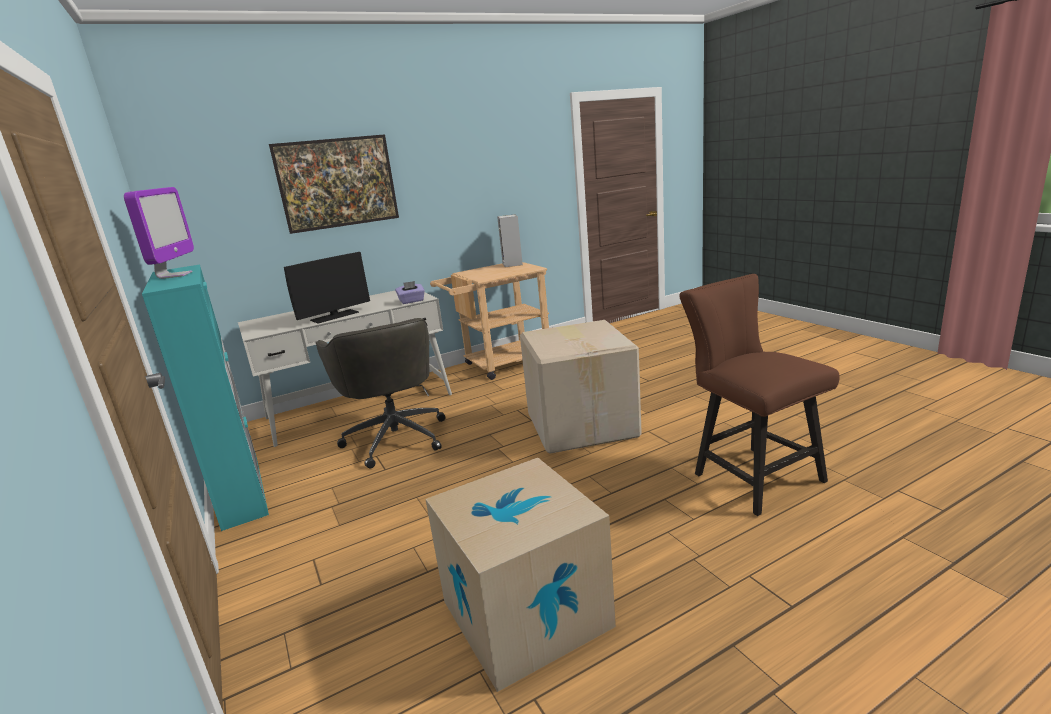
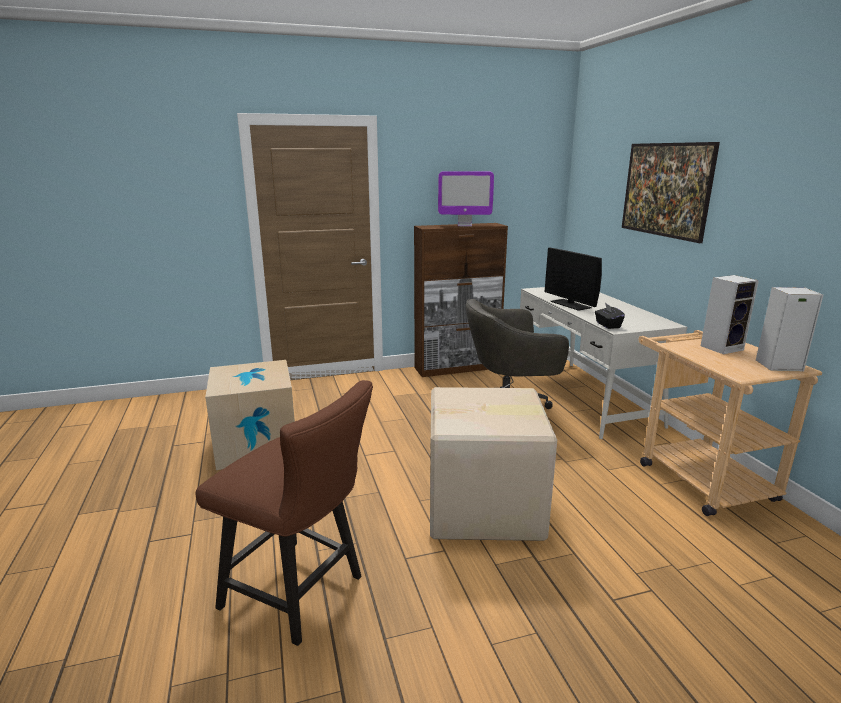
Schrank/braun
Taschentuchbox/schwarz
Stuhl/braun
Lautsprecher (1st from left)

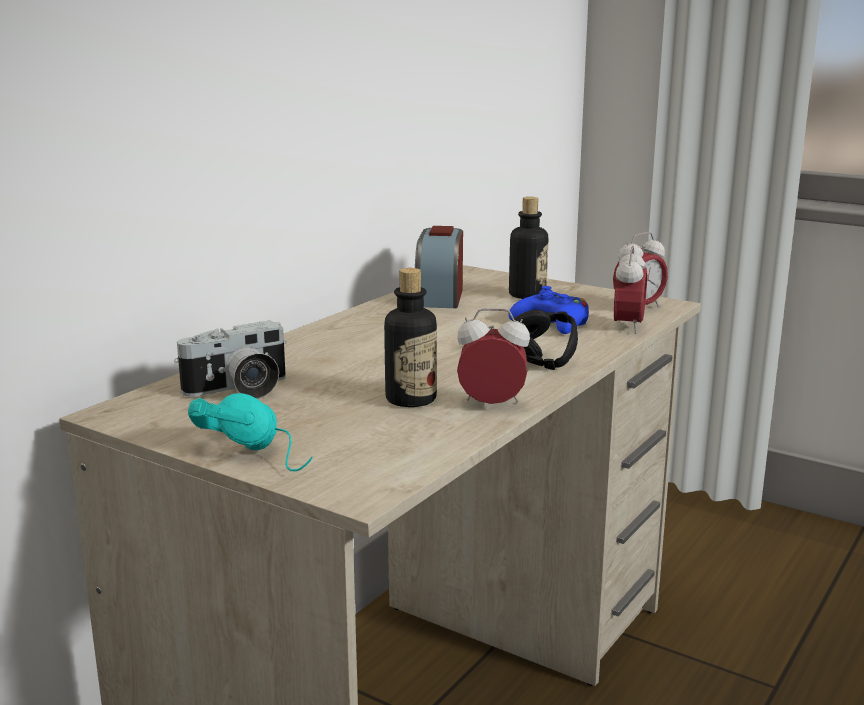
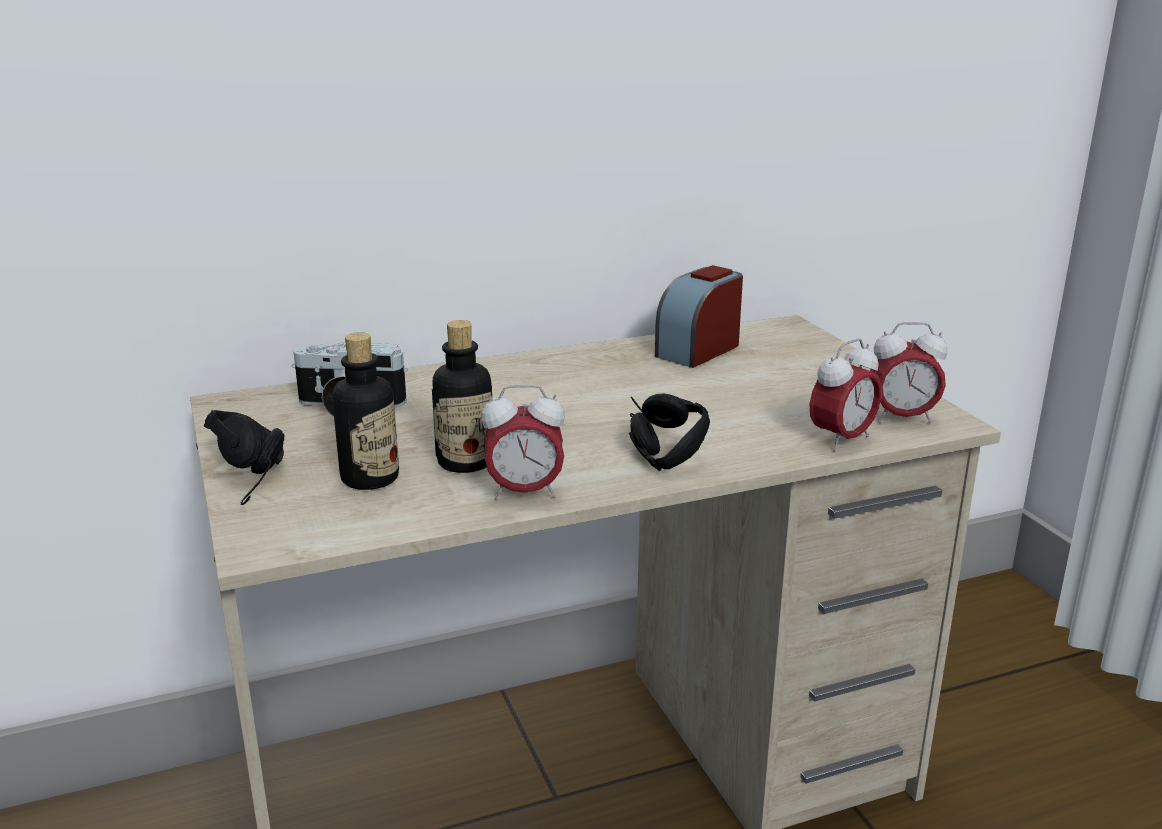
Kopfhörer/schwarz (1st from left)
Wecker (1st from left)
Flasche (1st from left)
Gamepad/blau

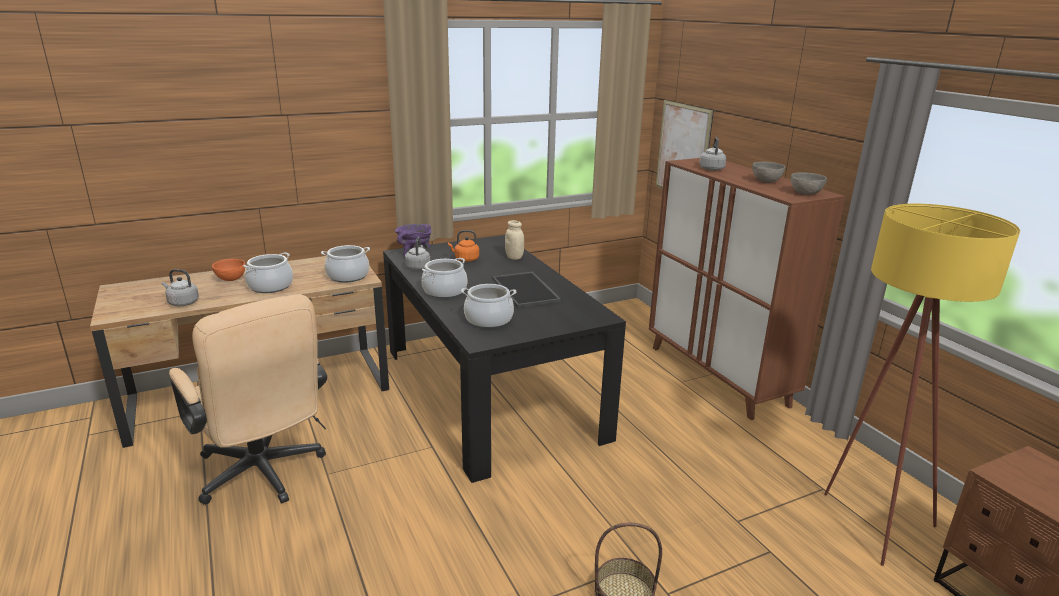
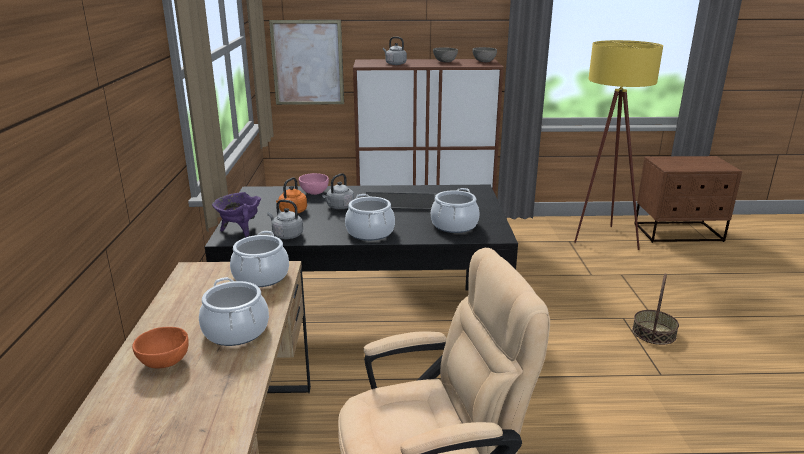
Wasserkessel/grau (2nd from left)
Schüssel/rosa

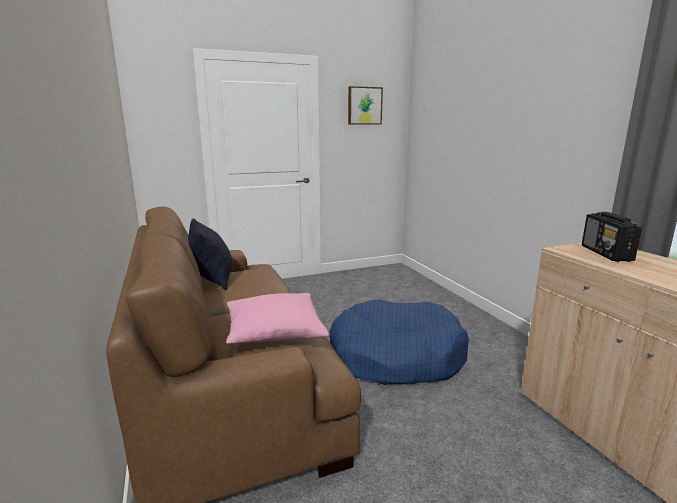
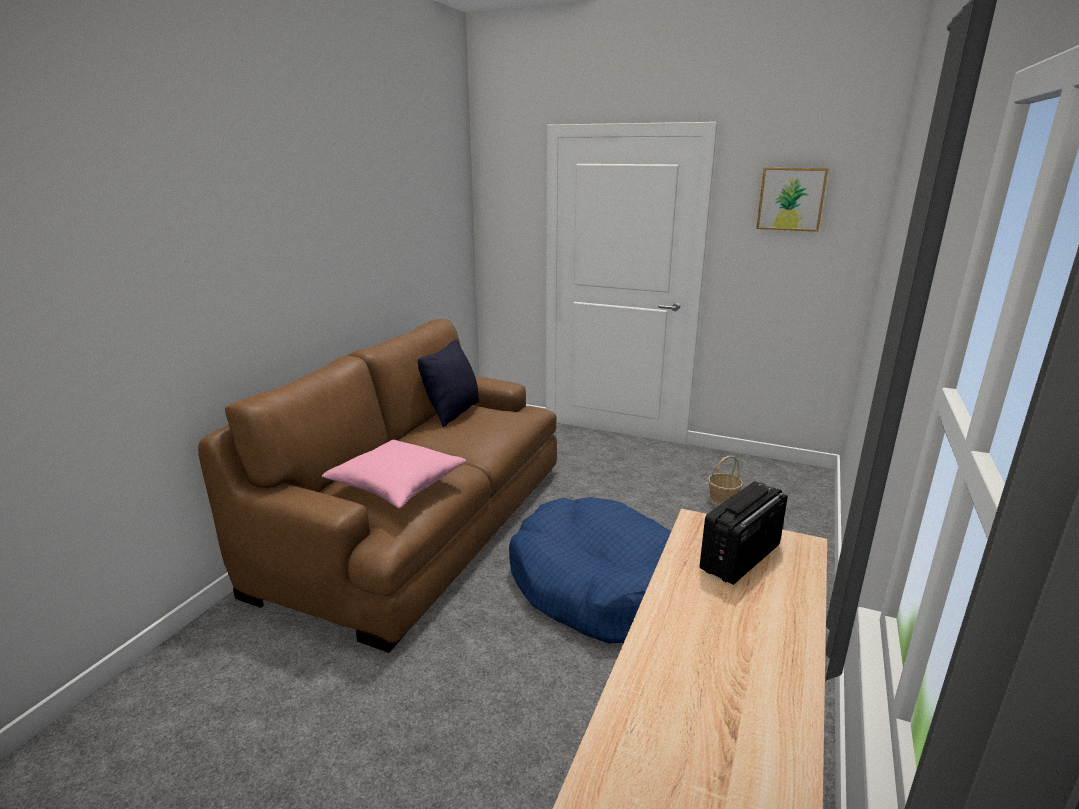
Korb

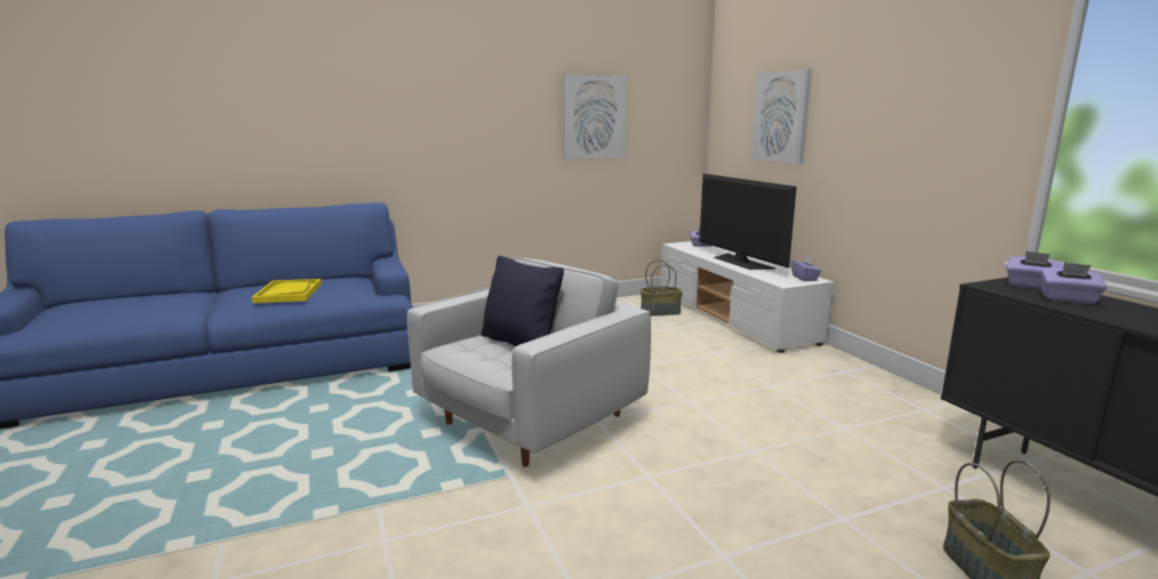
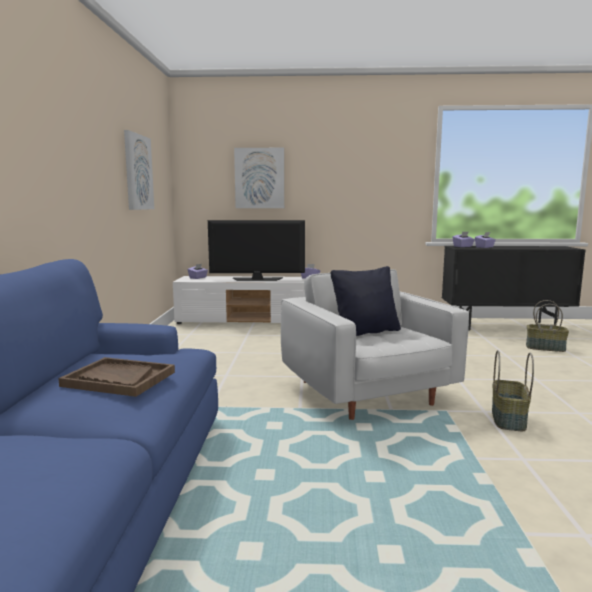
Tablett/braun
Korb (1st from left)

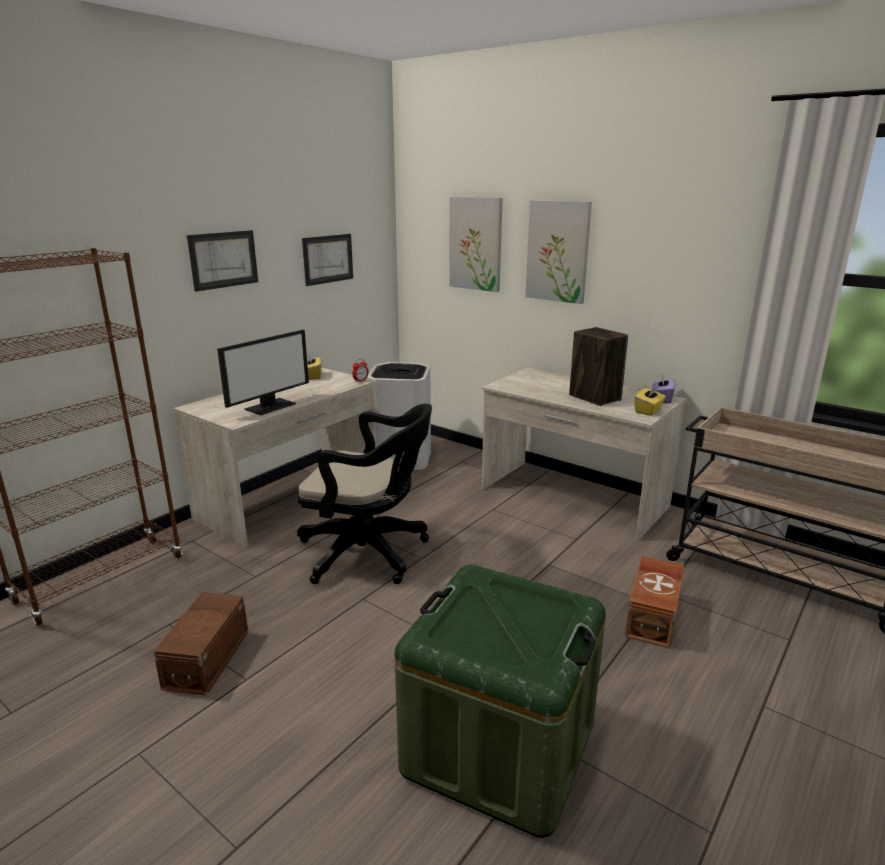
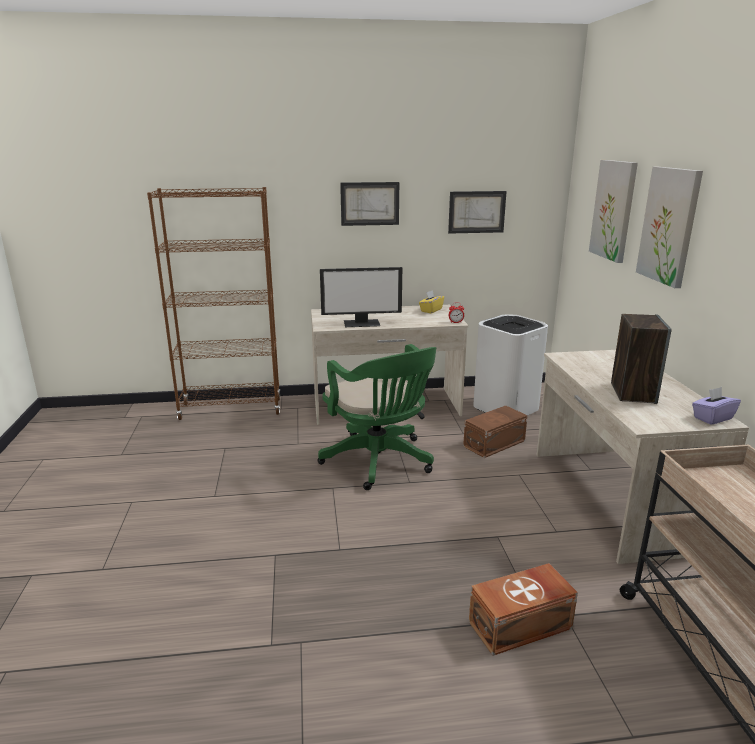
Aufbewahrungsbox/braun (1st from left)
Bürostuhl/grün
Aufbewahrungsbox/grün
Taschentuchbox/gelb (2nd from left in the first image)

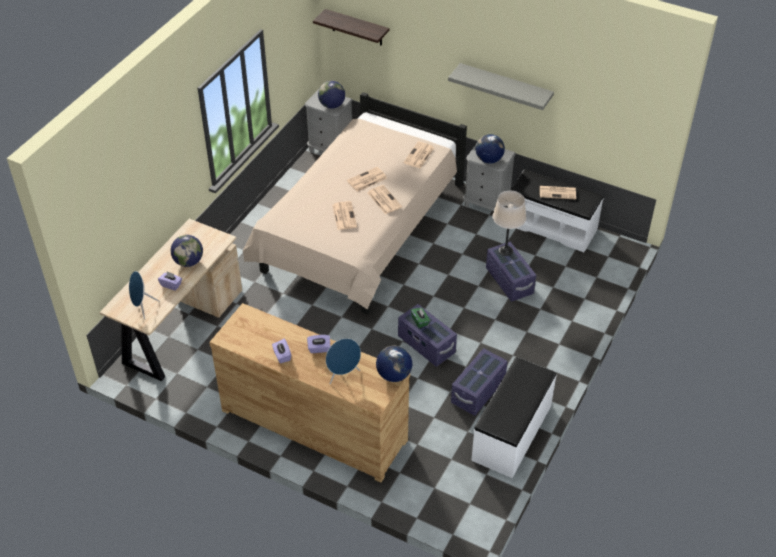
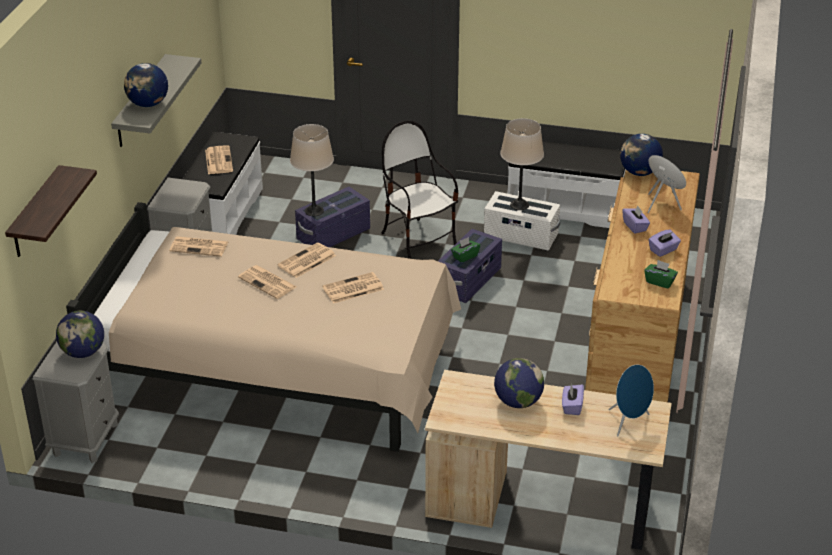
Aufbewahrungsbox/weiß
Globus (2nd from left)
Stuhl
Tischlampe/beige (2nd from left)
Taschentuchbox/grün (2nd from left)

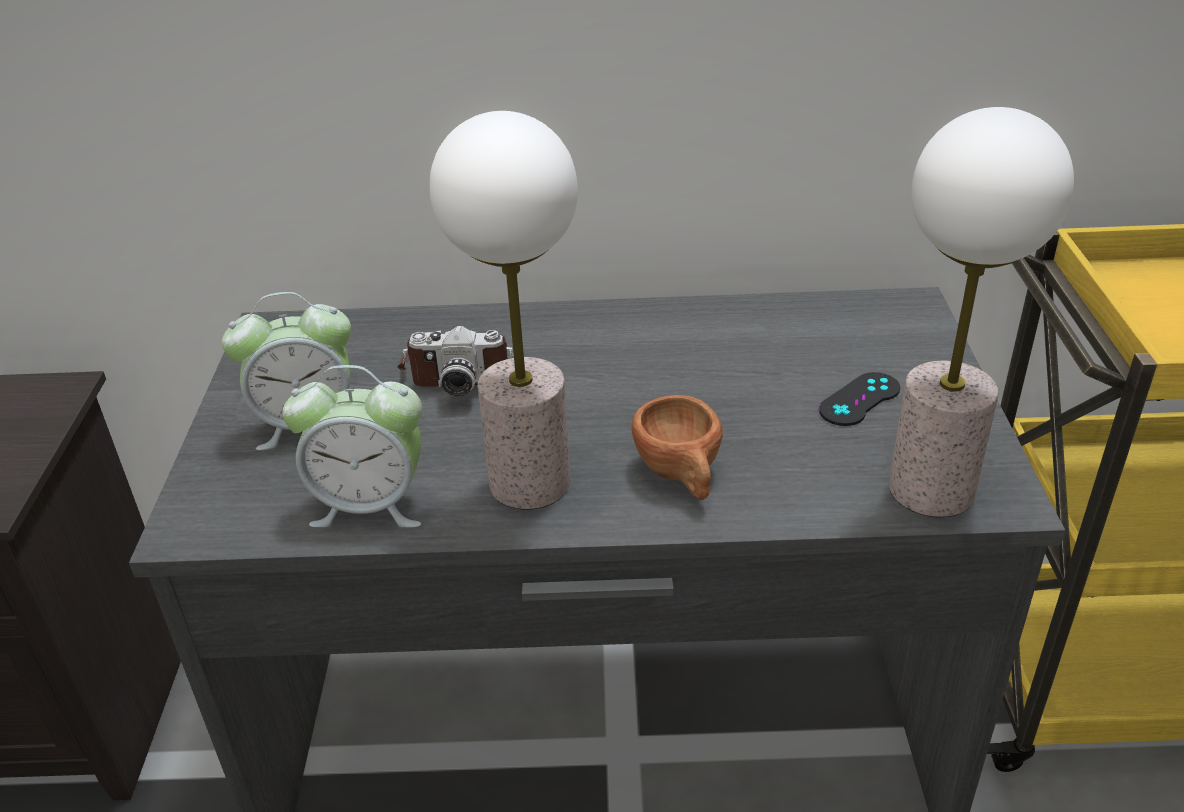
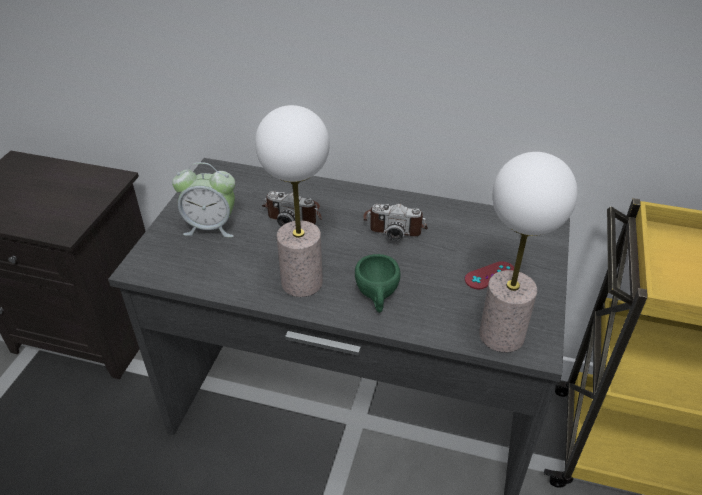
Wecker (2nd from left in the first image)
Tasse/grün
Gamepad/rot
Kamera (2nd from left)

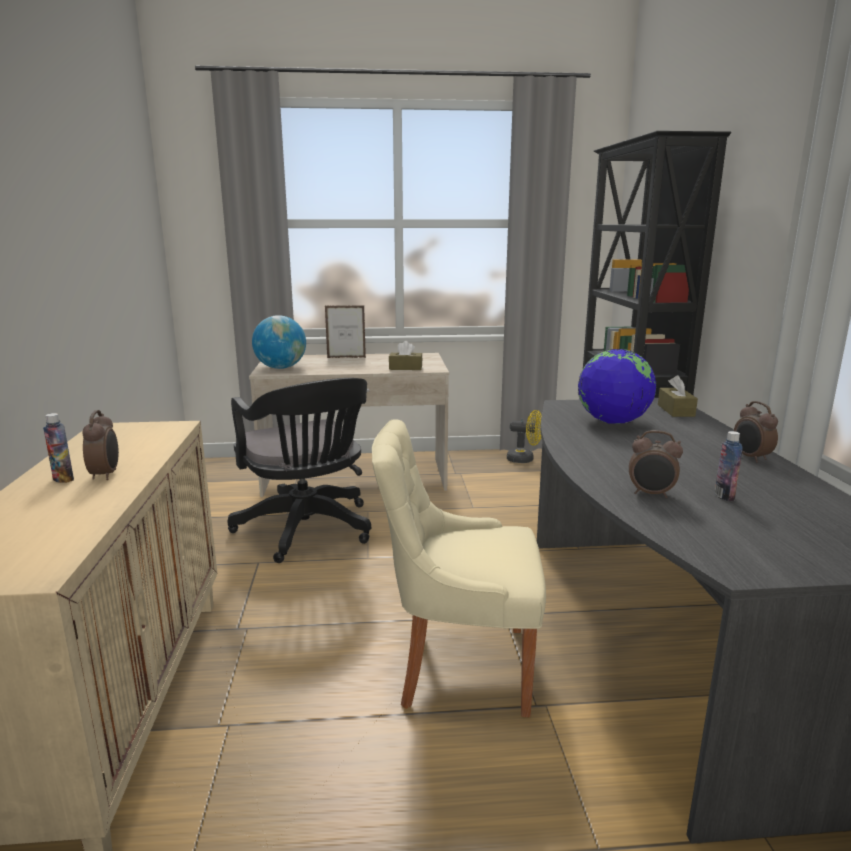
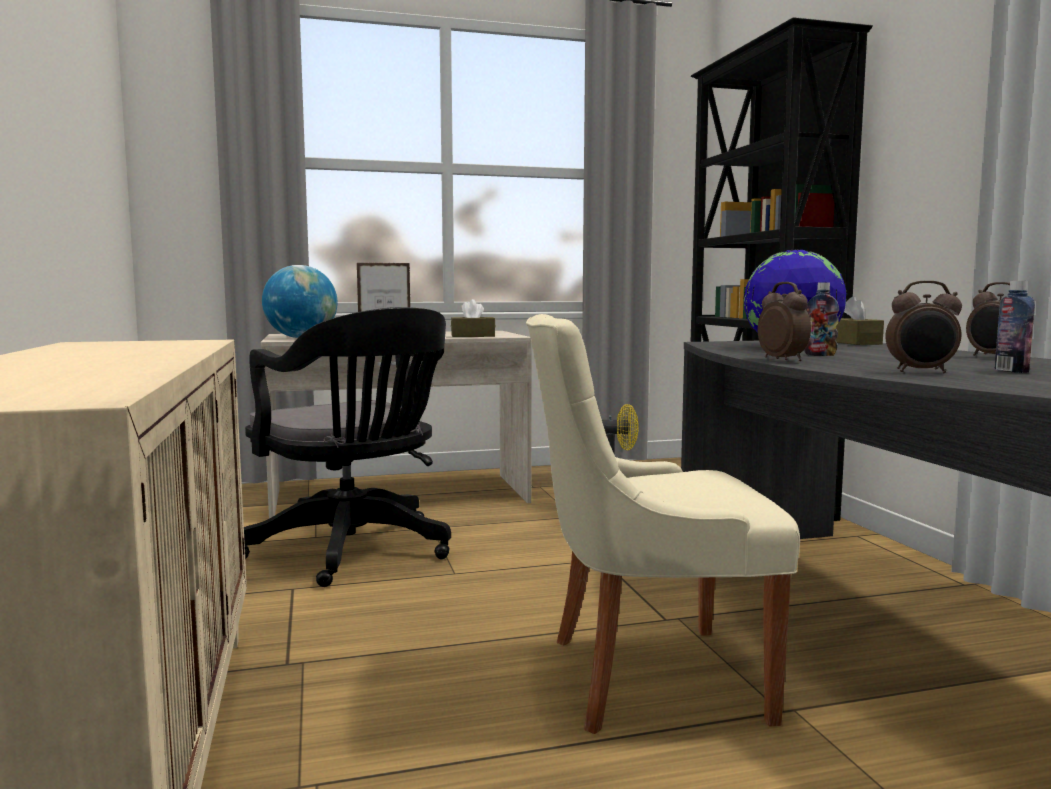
Flasche (1st from left)
Wecker (1st from left)

